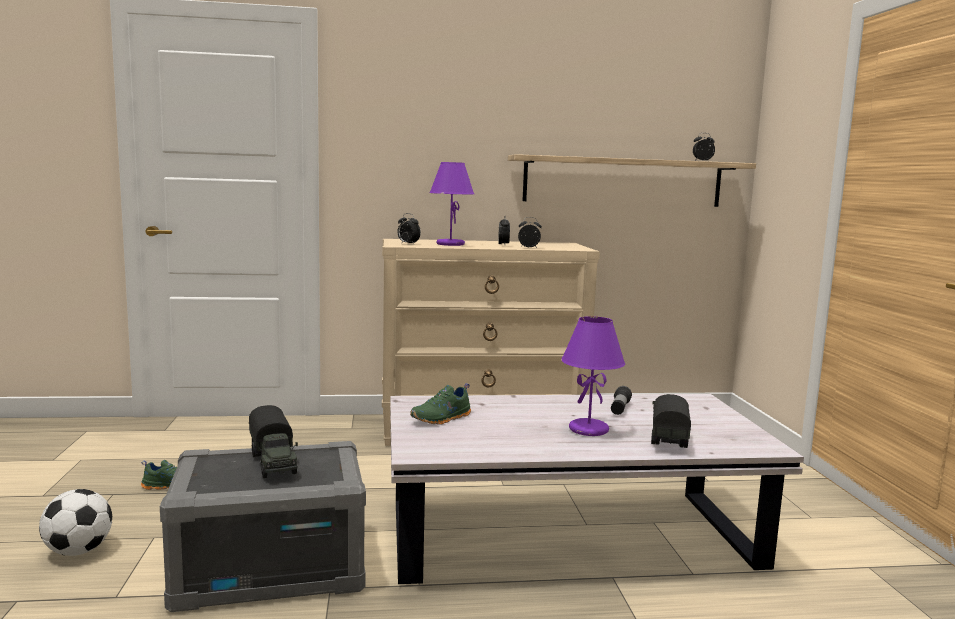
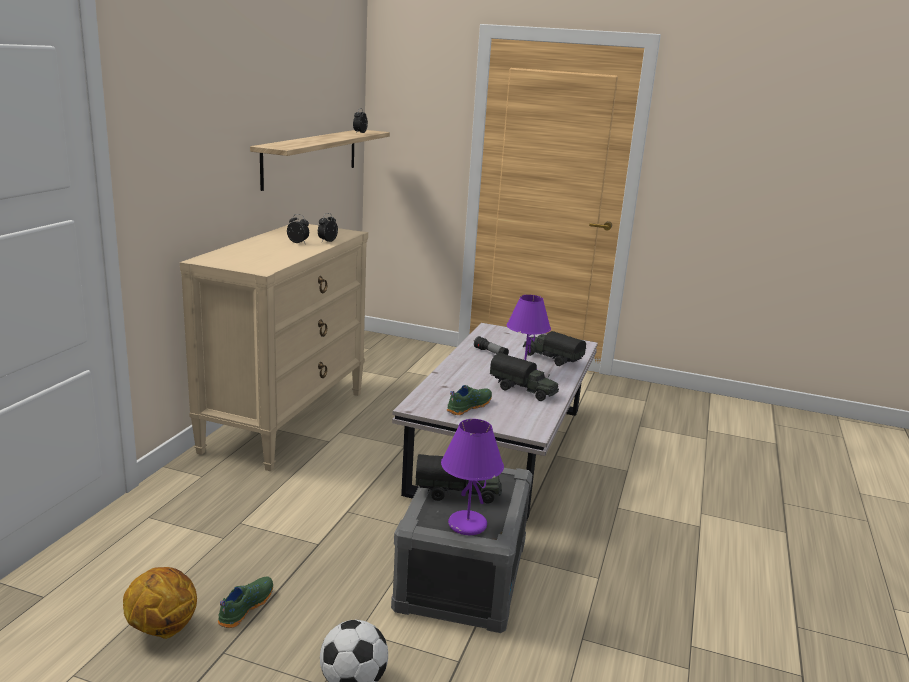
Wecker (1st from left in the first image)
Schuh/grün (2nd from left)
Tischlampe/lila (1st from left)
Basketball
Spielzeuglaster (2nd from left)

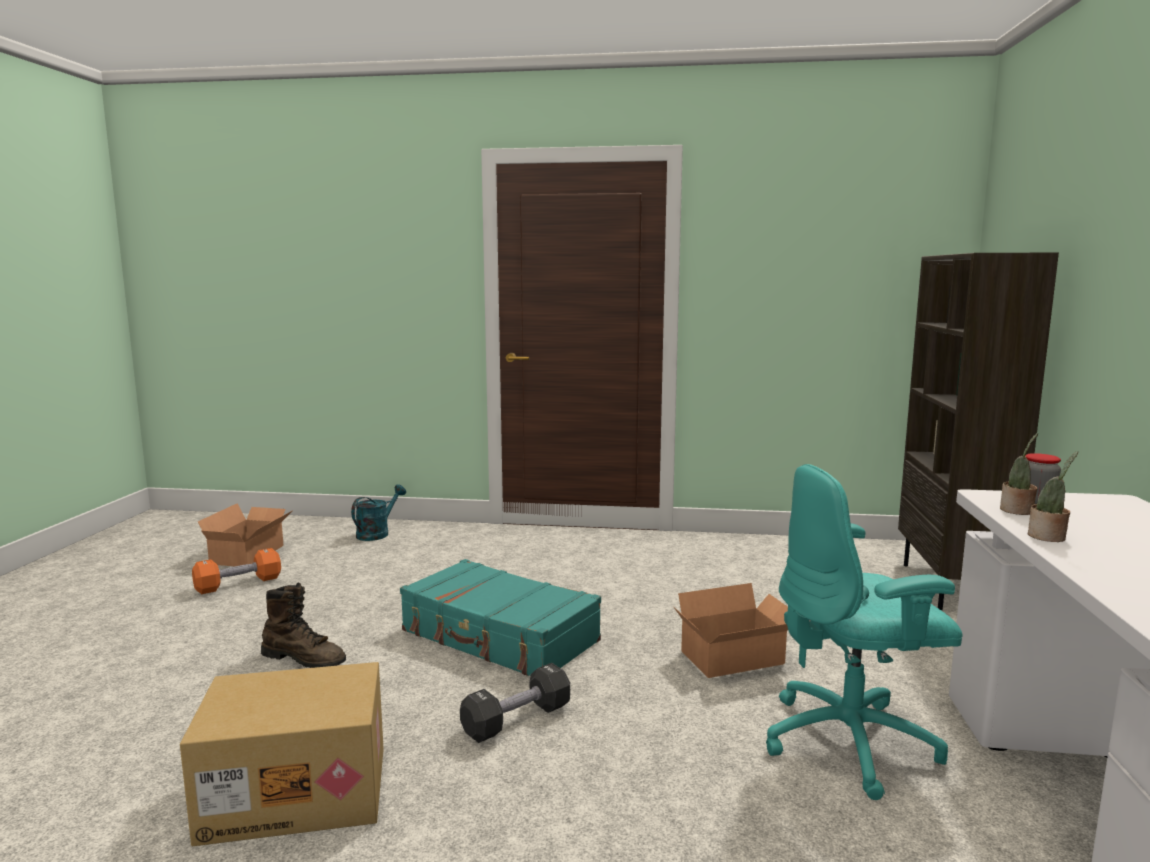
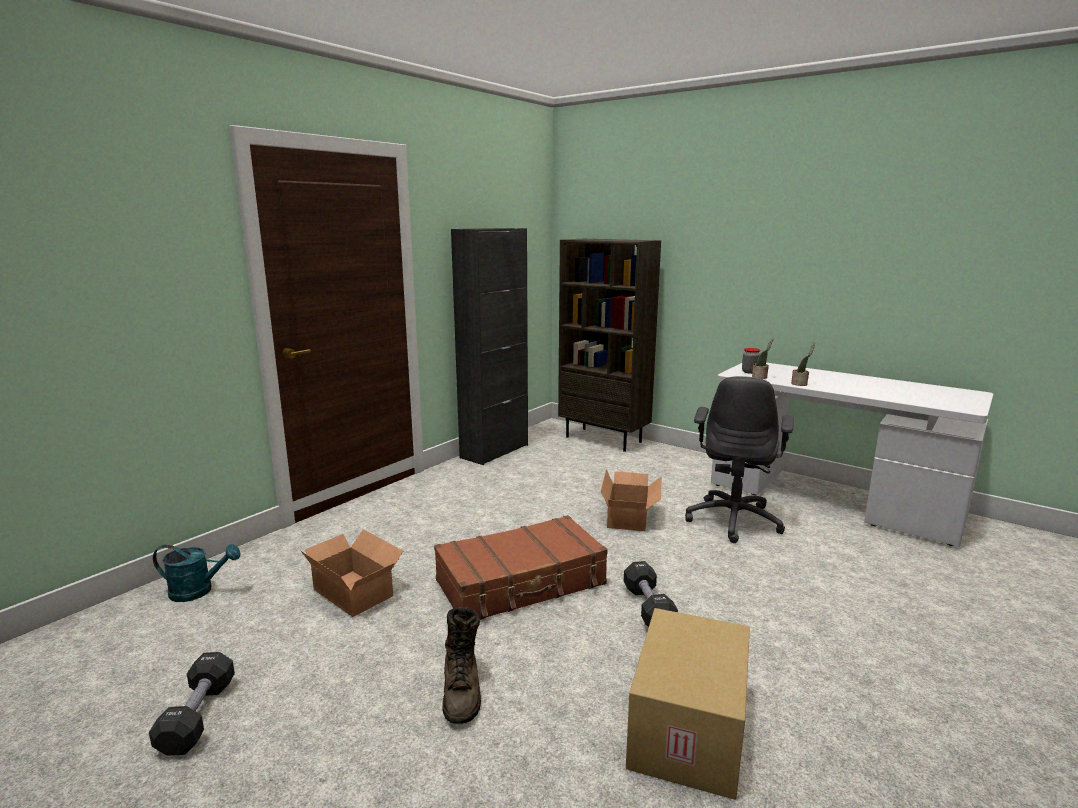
Hantel/schwarz (1st from left)
Karton (1st from left)
Stiefel/braun
Gießkanne/türkis
Koffer/braun
Bürostuhl/grau
Schrank/schwarz

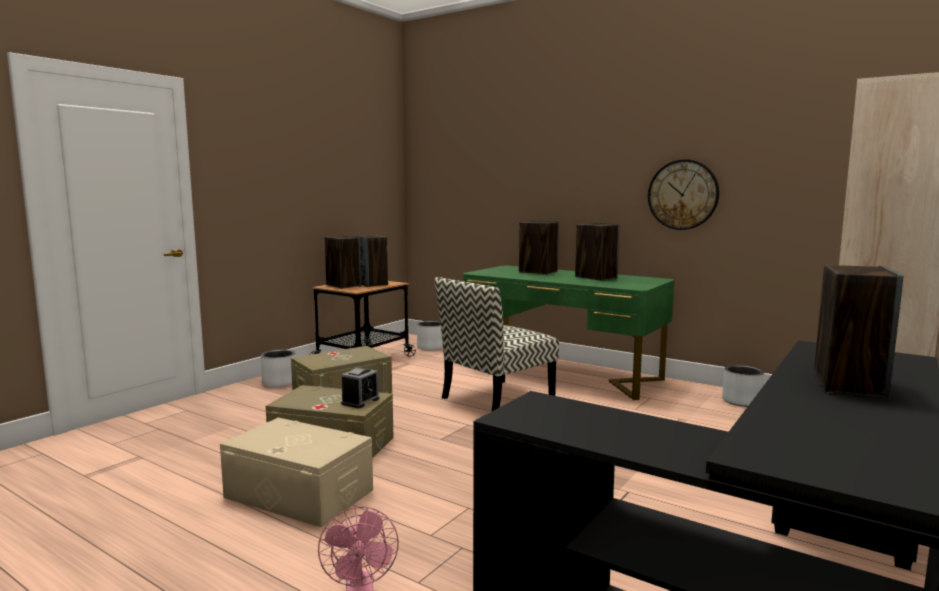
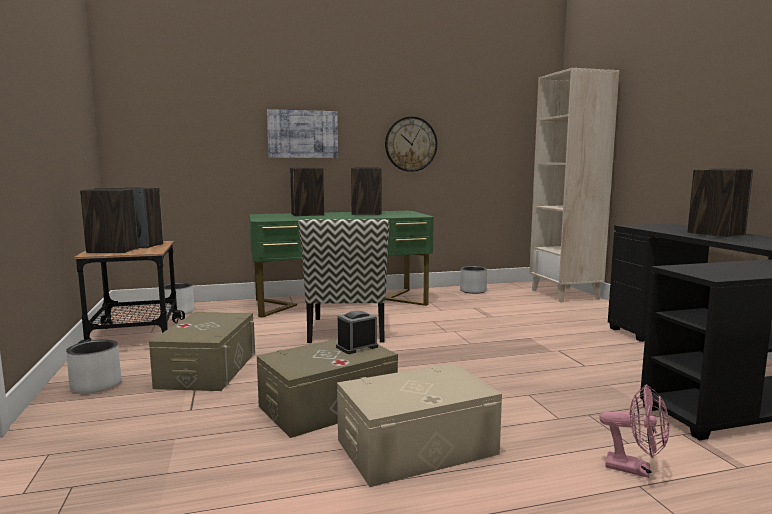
Wecker
Bild

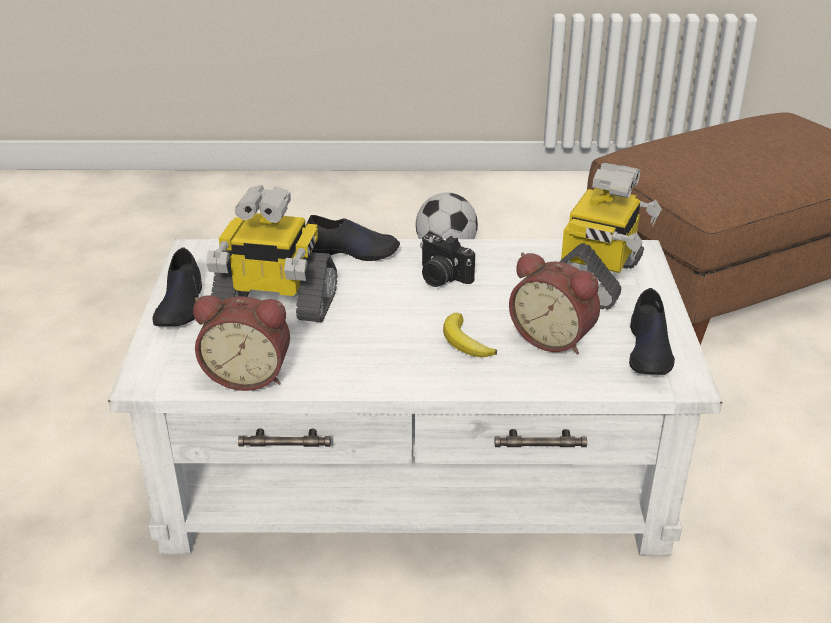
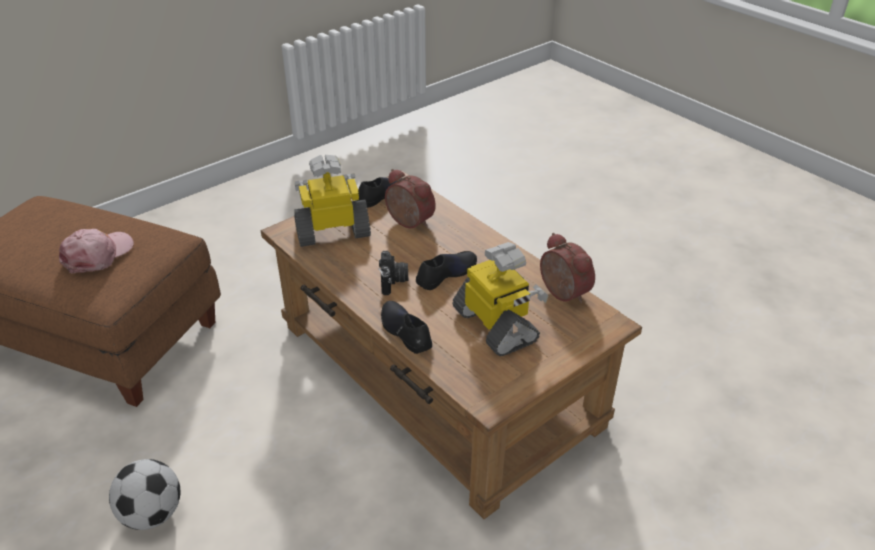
Couchtisch/braun
Schuh/schwarz (3rd from left)
Banane
Wecker (1st from left)
Kappe/rosa

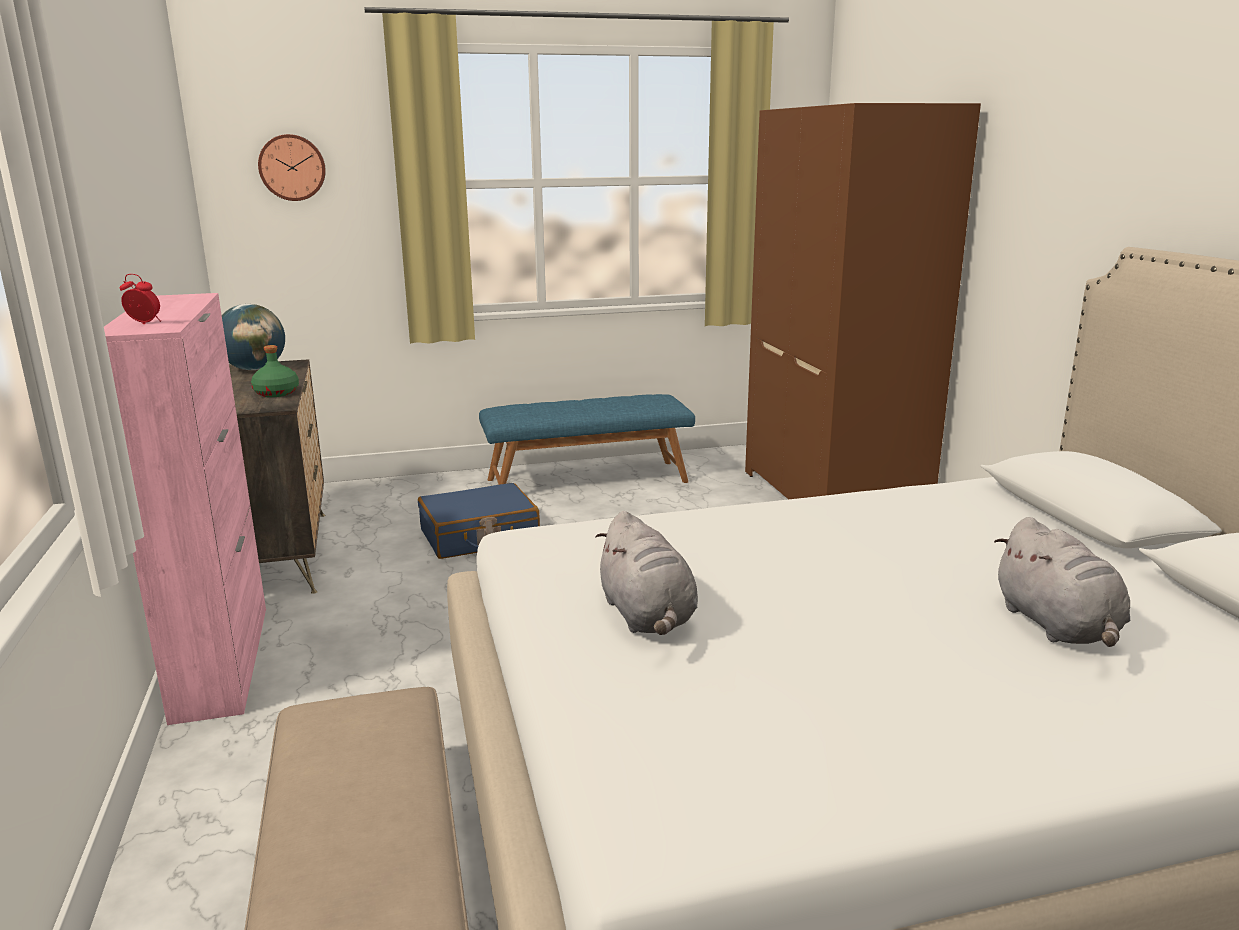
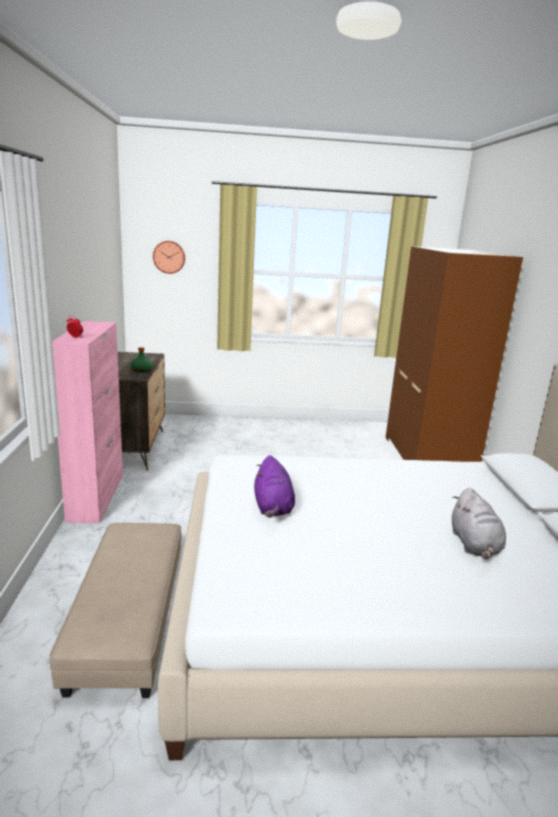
Globus
Koffer/blau
Bank/blau
Plüschtier/lila

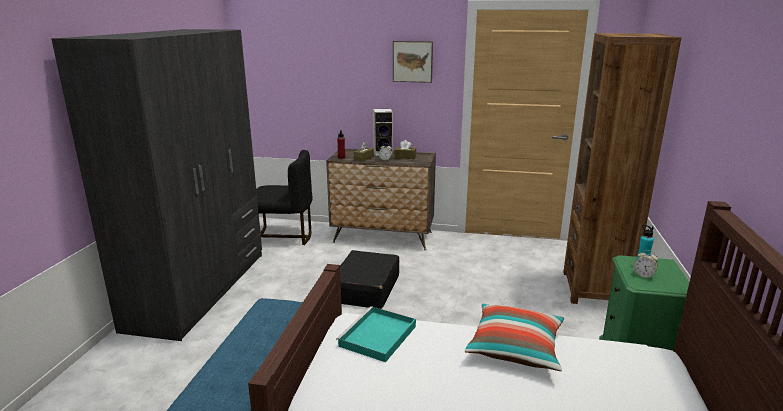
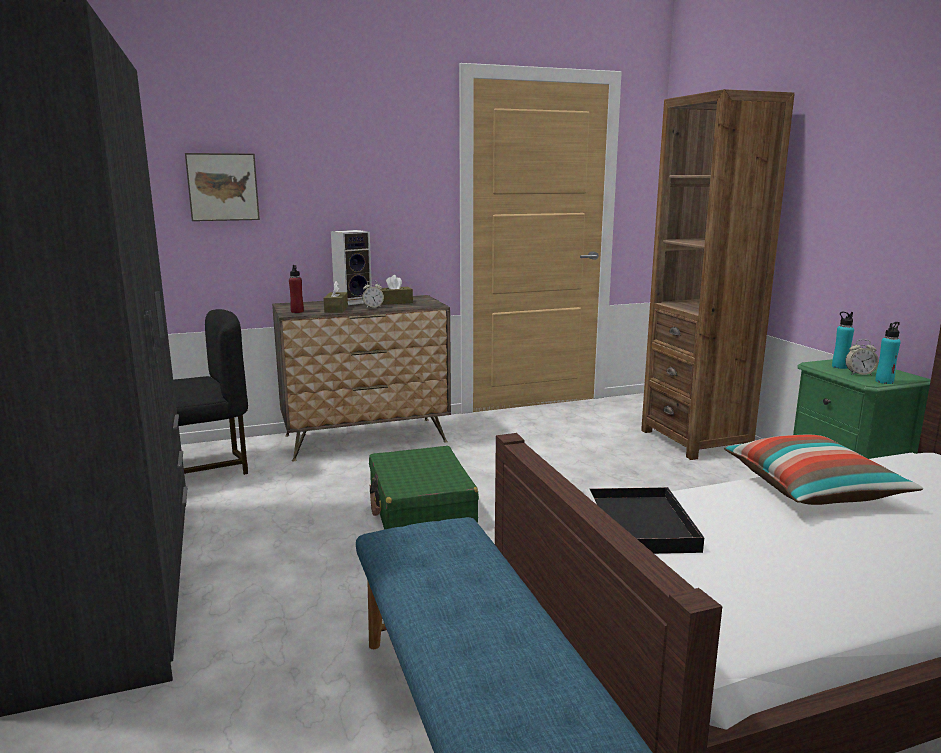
Tablett/schwarz
Koffer/grün
Bild
Flasche/türkis (2nd from left)

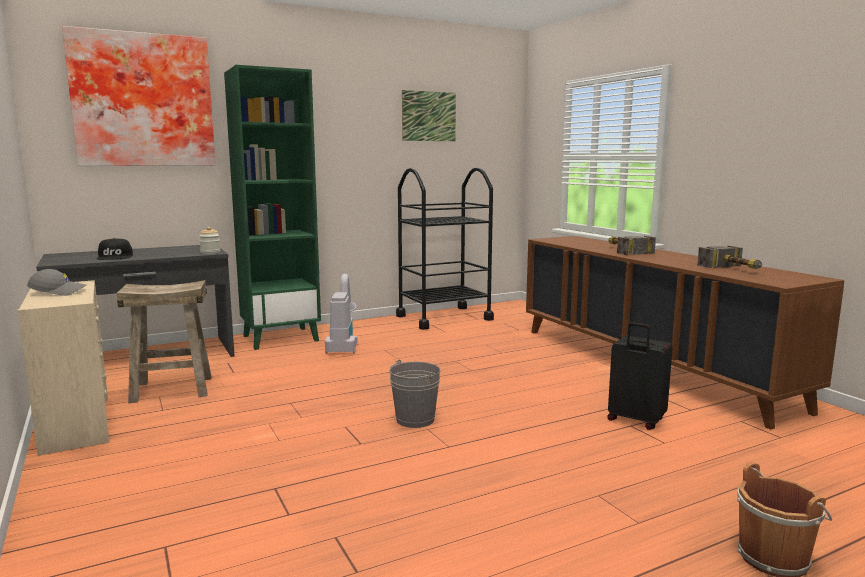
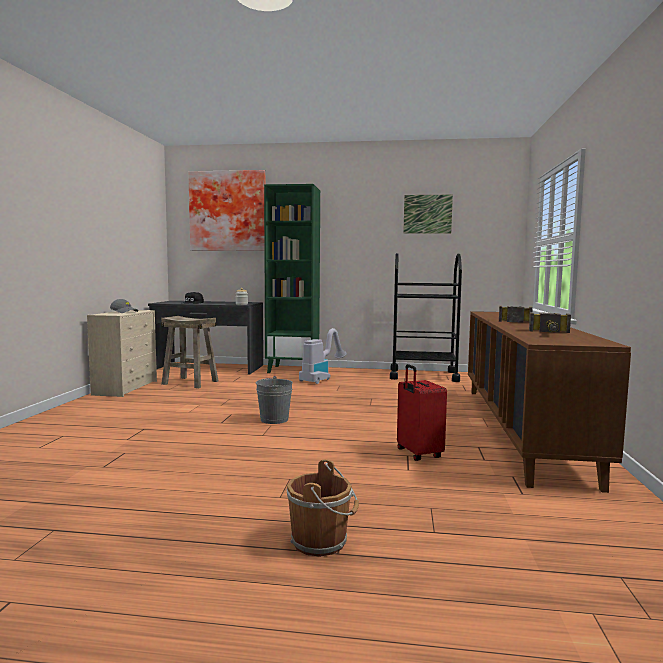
Koffer/rot

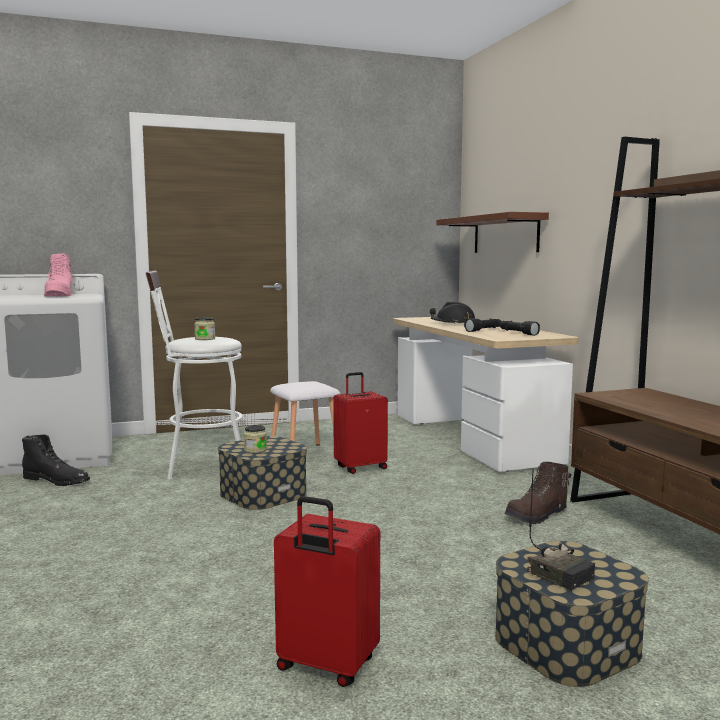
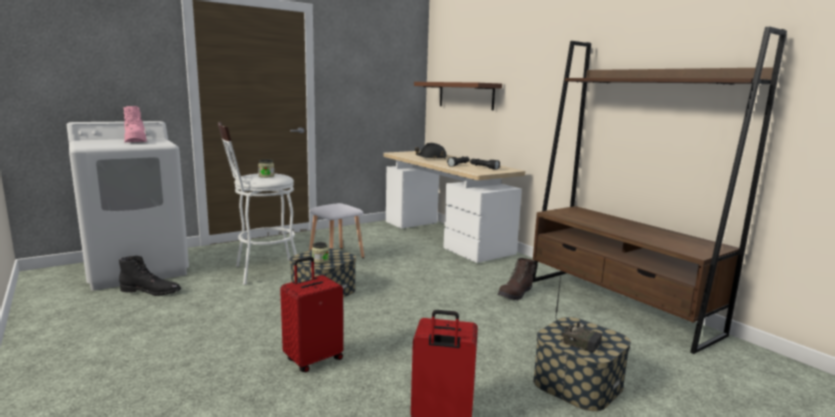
Koffer/rot (1st from left)

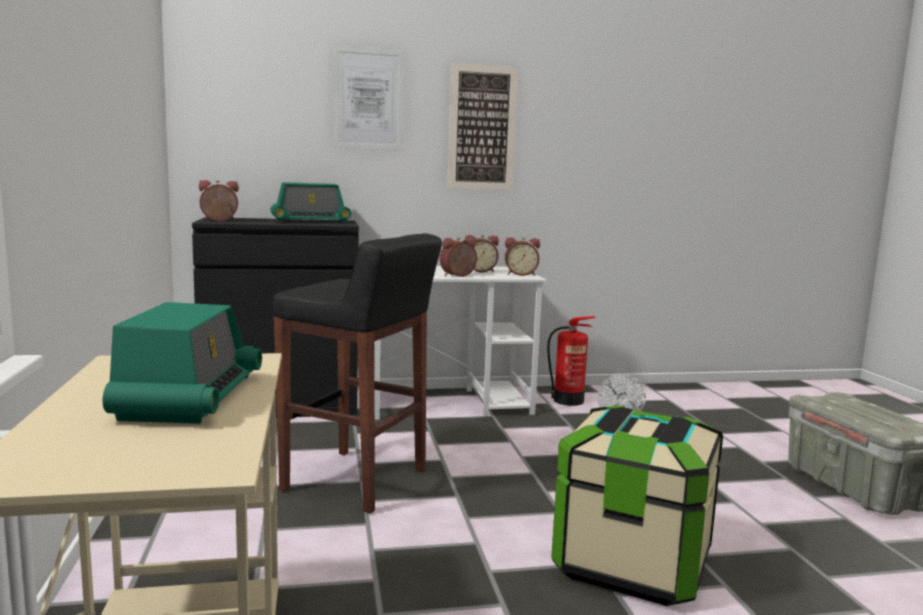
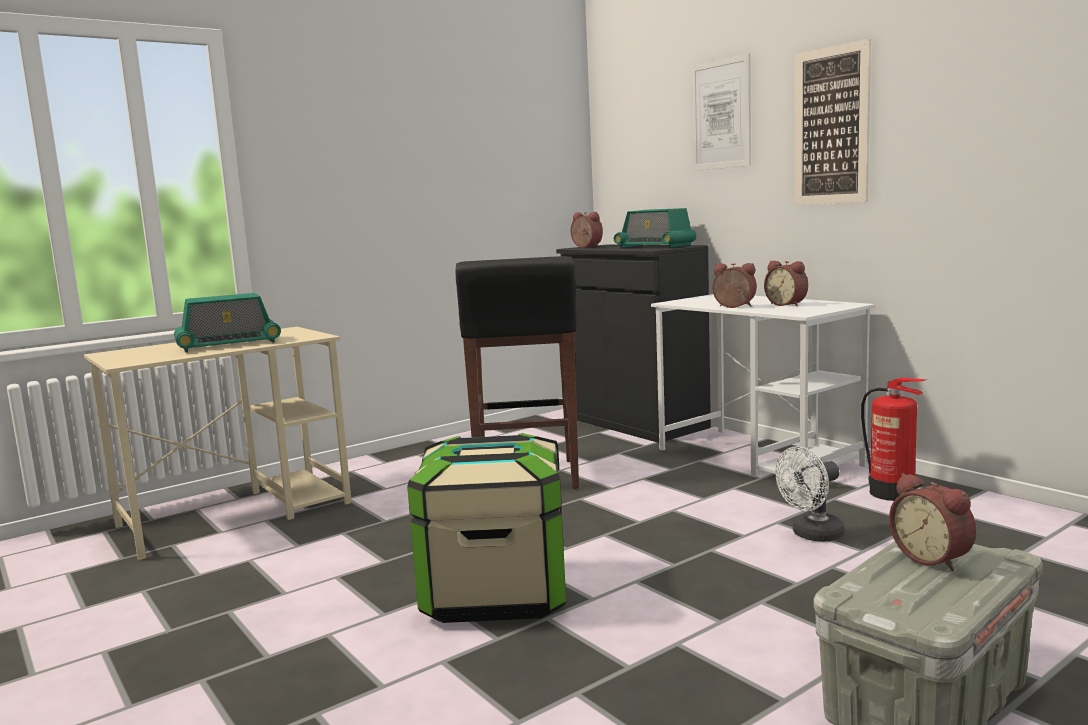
Wecker (4th from left)

